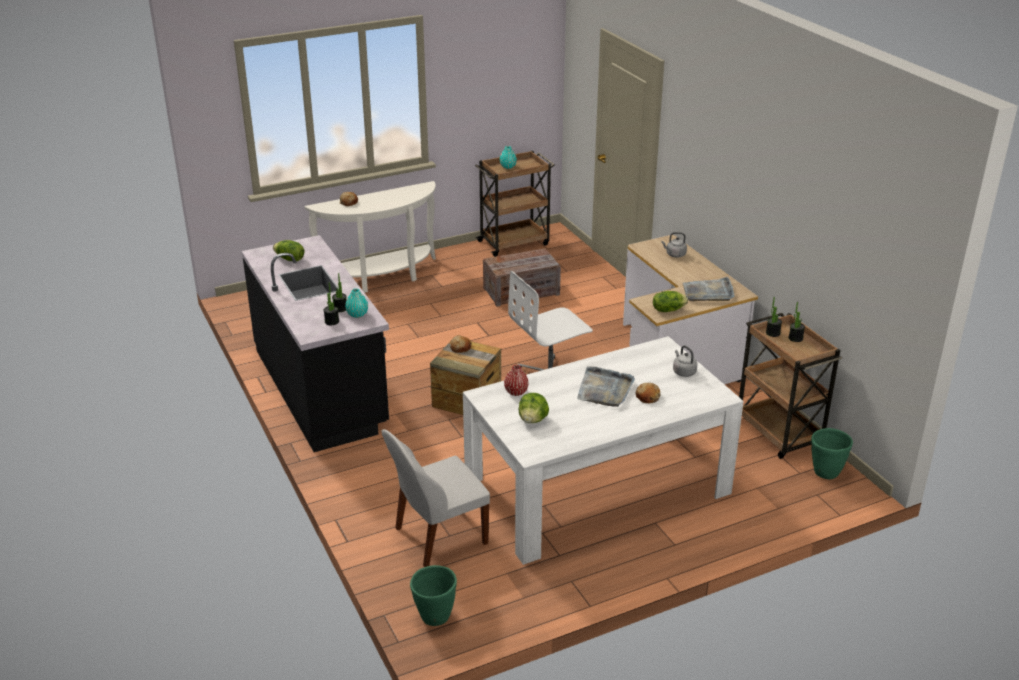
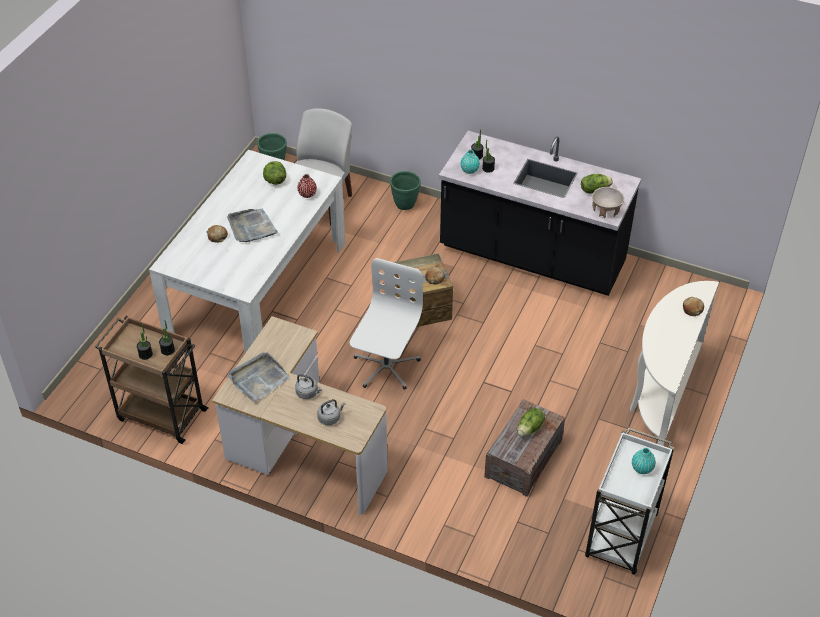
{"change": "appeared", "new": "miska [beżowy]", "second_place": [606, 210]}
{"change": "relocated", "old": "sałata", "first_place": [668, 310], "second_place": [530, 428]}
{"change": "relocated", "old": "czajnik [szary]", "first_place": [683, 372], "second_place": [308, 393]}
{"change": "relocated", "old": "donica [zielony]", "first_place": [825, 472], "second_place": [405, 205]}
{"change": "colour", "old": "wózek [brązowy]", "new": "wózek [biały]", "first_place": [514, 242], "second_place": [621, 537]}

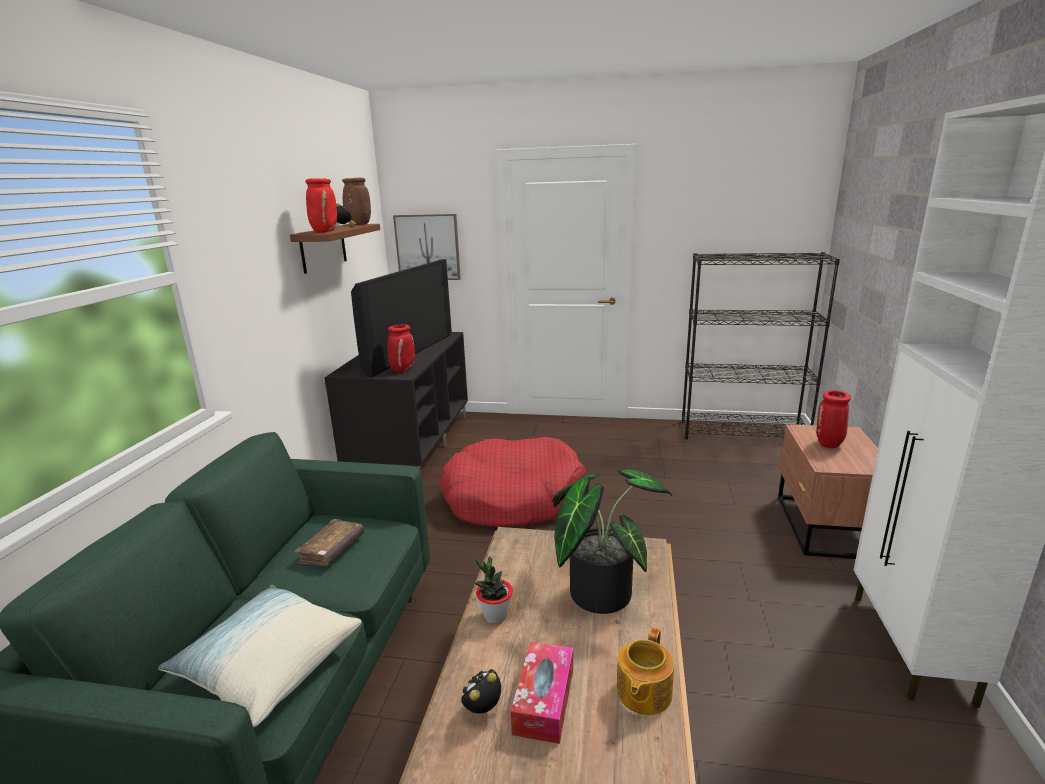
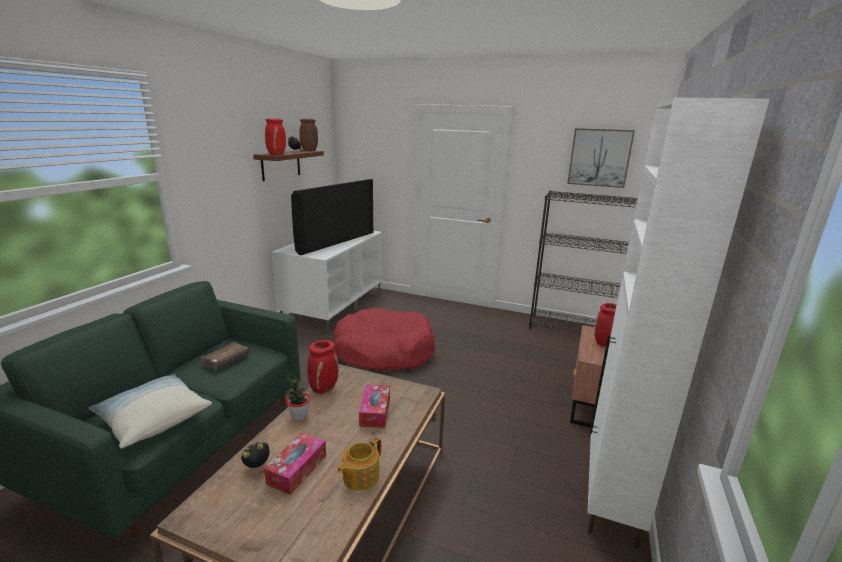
{"change": "relocated", "old": "wazon [czerwony]", "first_place": [403, 369], "second_place": [324, 388]}
{"change": "relocated", "old": "obraz", "first_place": [428, 247], "second_place": [599, 157]}
{"change": "exchanged", "old": "roślina doniczkowa", "new": "pudełko chusteczek", "first_place": [599, 588], "second_place": [375, 411]}
{"change": "colour", "old": "szafka pod telewizor [czarny]", "new": "szafka pod telewizor [biały]", "first_place": [411, 444], "second_place": [334, 305]}

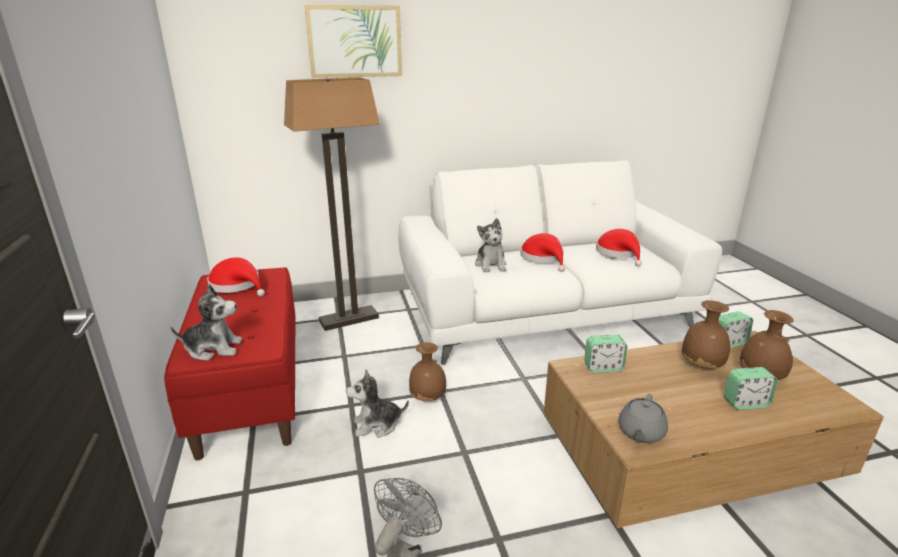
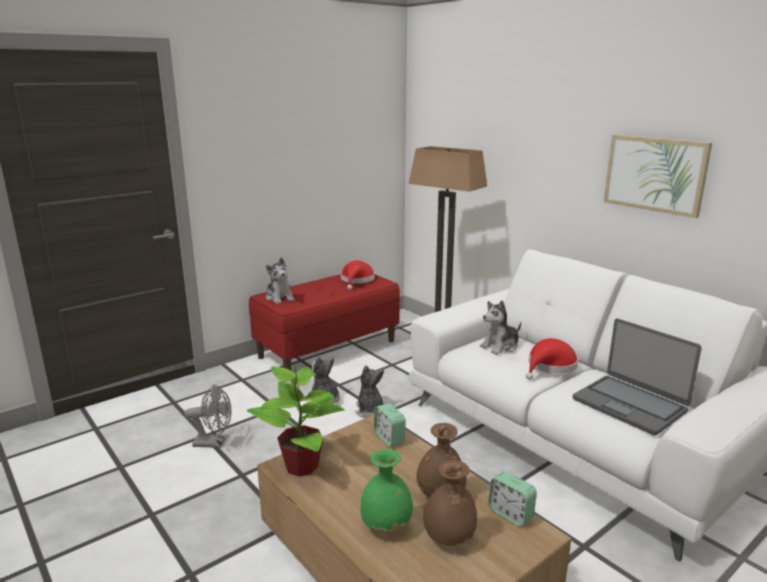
{"change": "relocated", "old": "obraz", "first_place": [355, 41], "second_place": [655, 174]}
{"change": "exchanged", "old": "wazon [brązowy]", "new": "pluszak", "first_place": [428, 398], "second_place": [370, 411]}
{"change": "exchanged", "old": "kapelusz [czerwony]", "new": "laptop", "first_place": [619, 253], "second_place": [629, 405]}
{"change": "exchanged", "old": "imbryk [szary]", "new": "roślina doniczkowa", "first_place": [640, 432], "second_place": [302, 466]}
{"change": "exchanged", "old": "budzik", "new": "wazon [zielony]", "first_place": [745, 403], "second_place": [387, 525]}

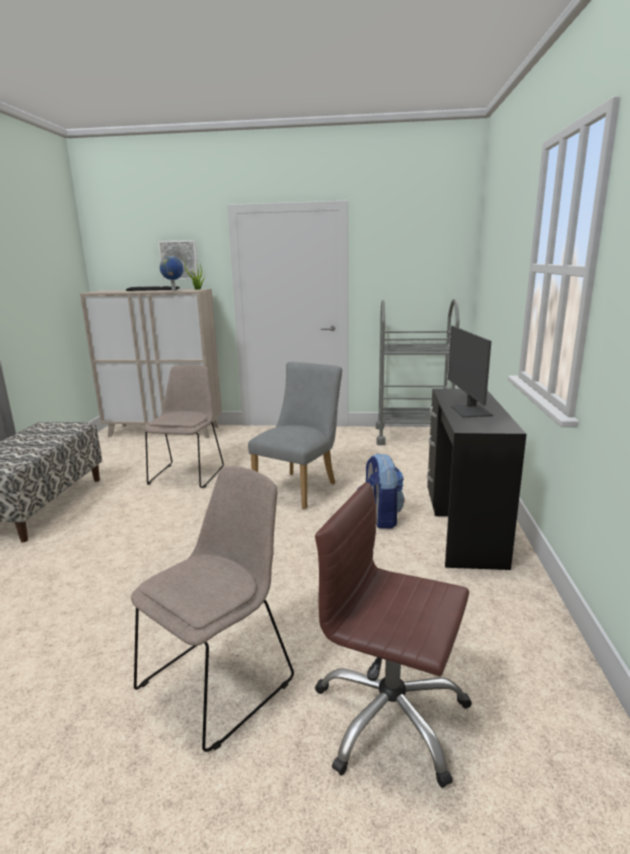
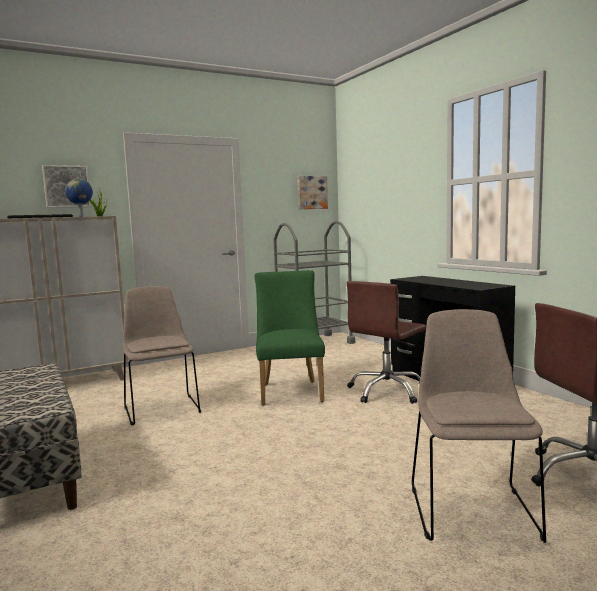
{"change": "missing", "old": "monitor", "first_place": [470, 411]}
{"change": "appeared", "new": "obraz", "second_place": [311, 192]}
{"change": "exchanged", "old": "plecak", "new": "krzesło biurowe [brązowy]", "first_place": [379, 518], "second_place": [387, 391]}
{"change": "colour", "old": "krzesło [szary]", "new": "krzesło [zielony]", "first_place": [300, 487], "second_place": [290, 390]}

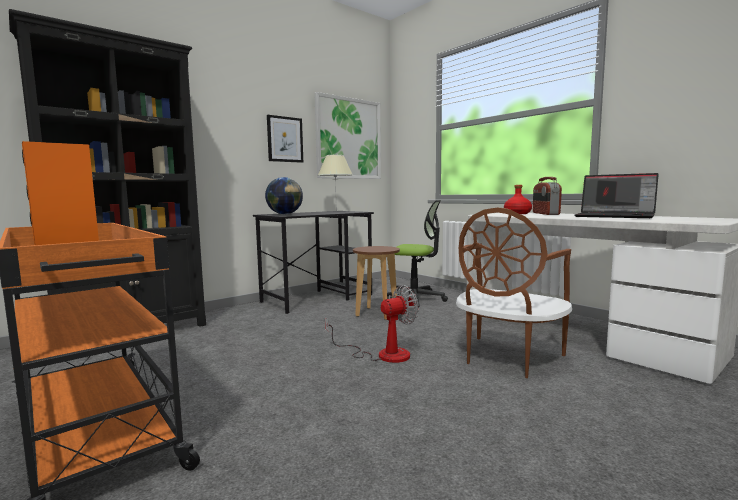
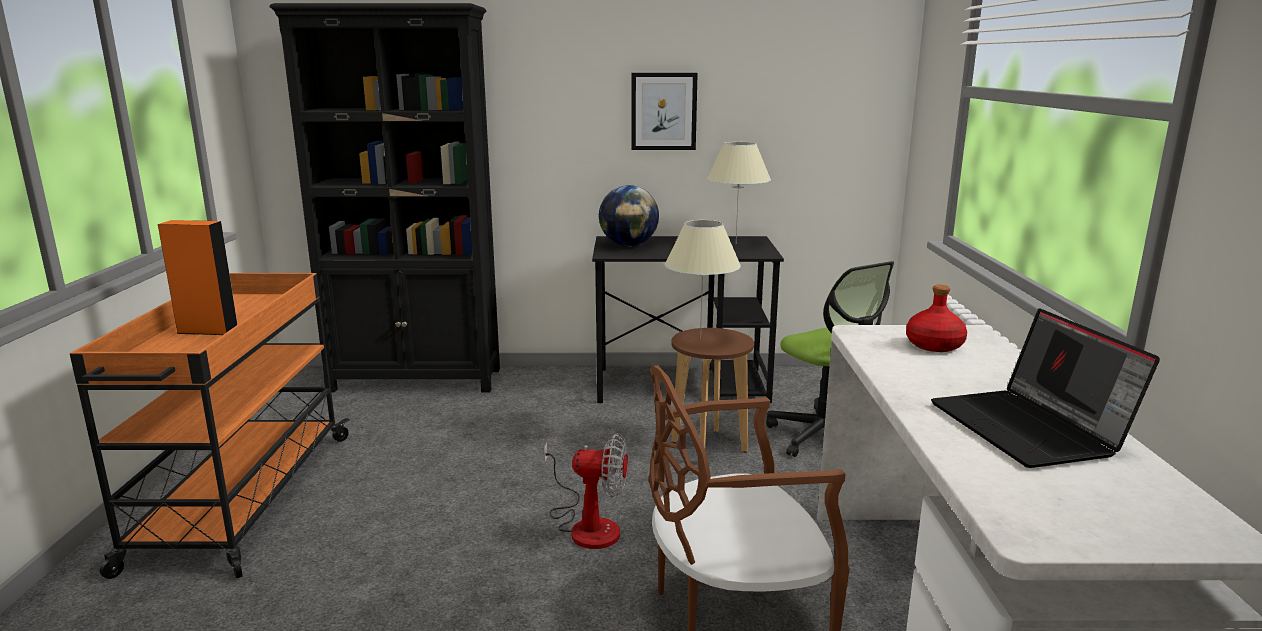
{"change": "missing", "old": "obraz", "first_place": [348, 139]}
{"change": "missing", "old": "radio", "first_place": [545, 214]}
{"change": "appeared", "new": "lampa stołowa [beżowy]", "second_place": [700, 338]}

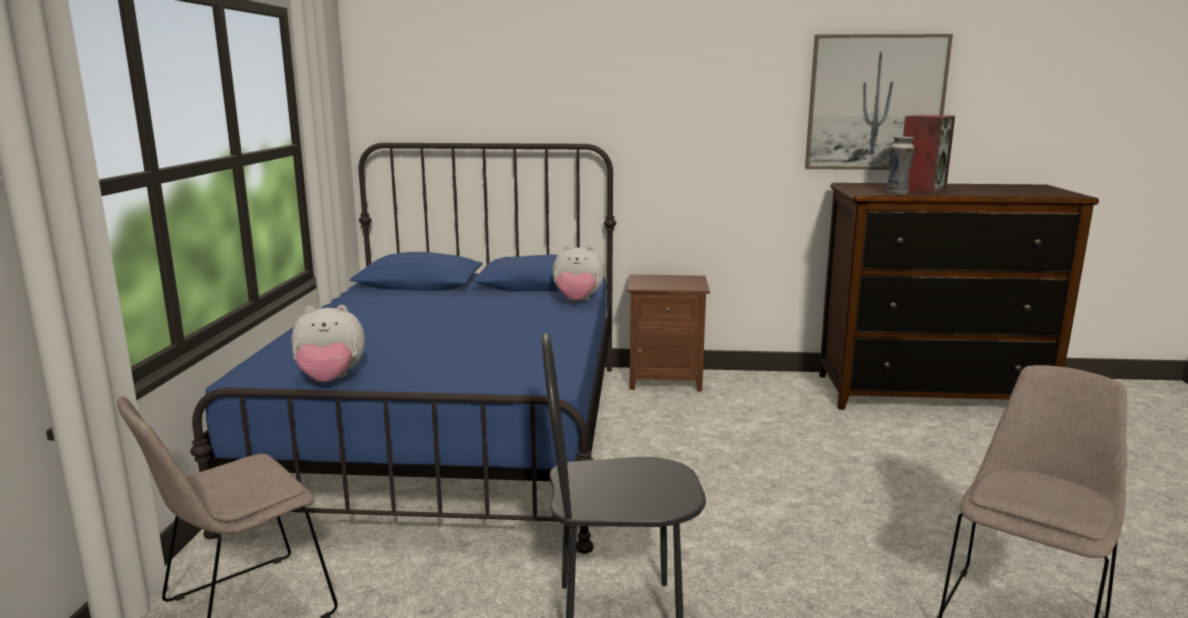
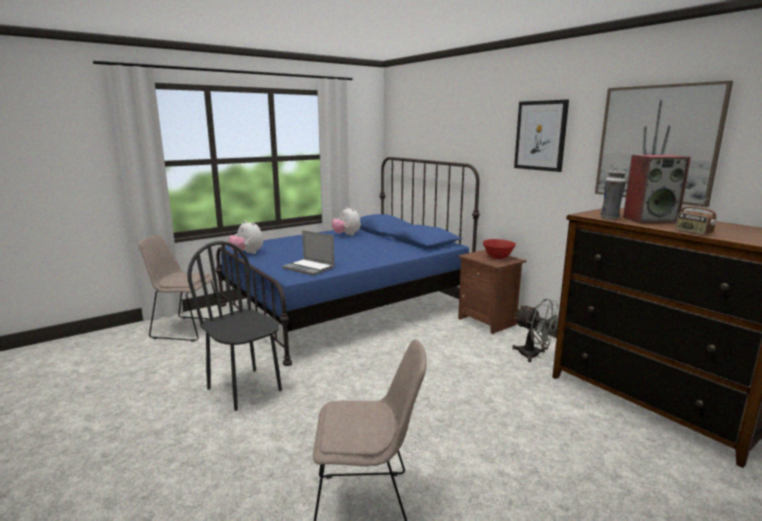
{"change": "appeared", "new": "laptop", "second_place": [309, 268]}
{"change": "appeared", "new": "miska [czerwony]", "second_place": [498, 257]}
{"change": "appeared", "new": "wentylator [szary]", "second_place": [534, 355]}
{"change": "appeared", "new": "obraz", "second_place": [540, 135]}
{"change": "appeared", "new": "radio", "second_place": [693, 232]}
{"change": "relocated", "old": "pluszak", "first_place": [577, 301], "second_place": [346, 235]}

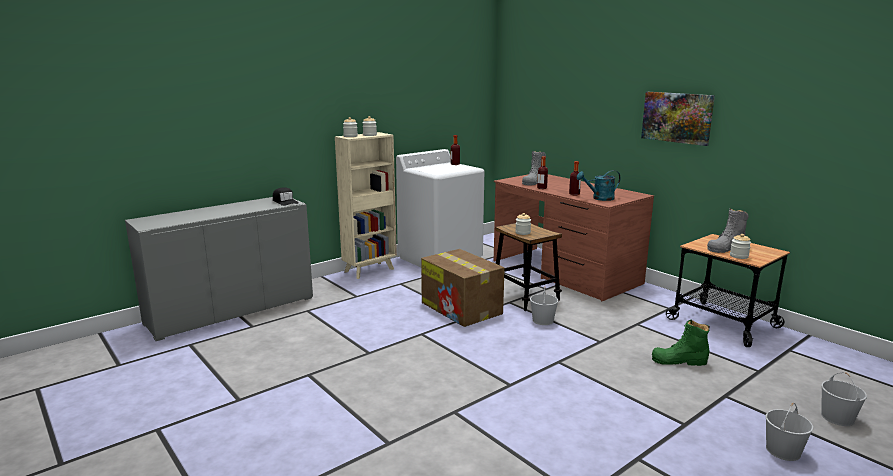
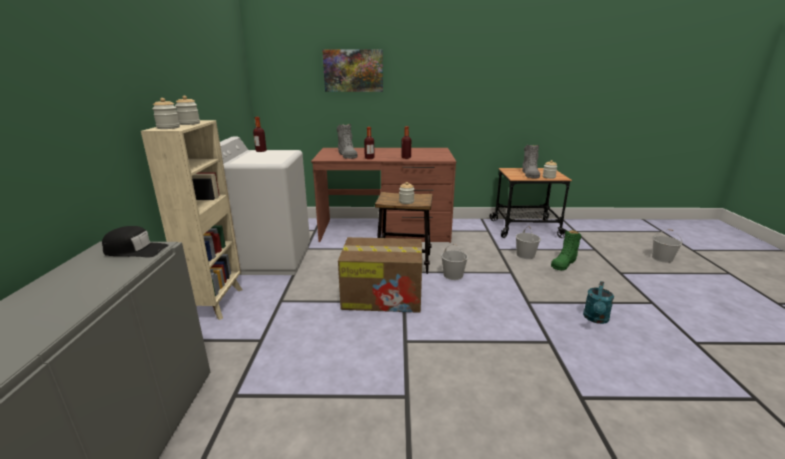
{"change": "relocated", "old": "konewka [turkusowy]", "first_place": [599, 198], "second_place": [595, 319]}
{"change": "relocated", "old": "obraz", "first_place": [677, 117], "second_place": [353, 71]}
{"change": "relocated", "old": "wiadro [biały]", "first_place": [783, 451], "second_place": [525, 255]}

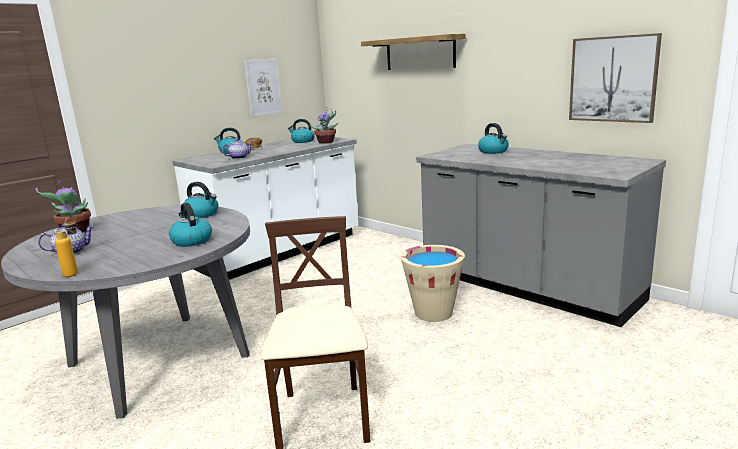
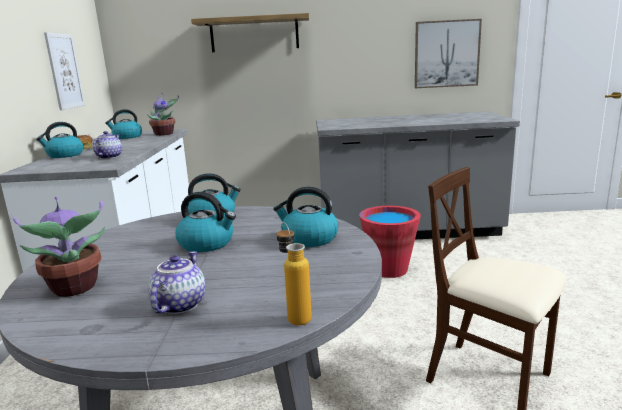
{"change": "relocated", "old": "czajnik", "first_place": [493, 151], "second_place": [207, 243]}
{"change": "colour", "old": "wiadro [beżowy]", "new": "wiadro [czerwony]", "first_place": [433, 313], "second_place": [389, 270]}

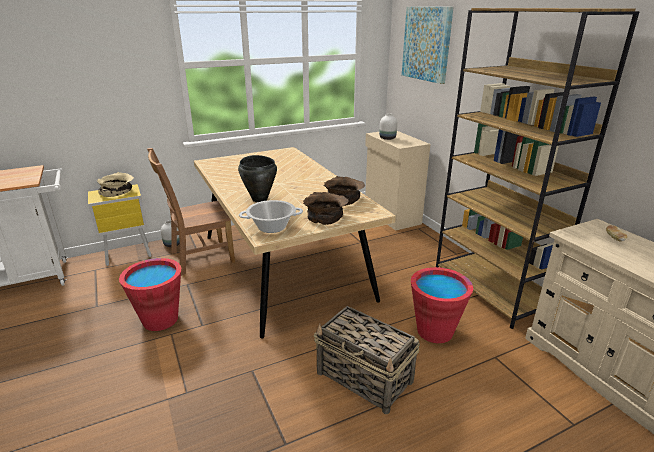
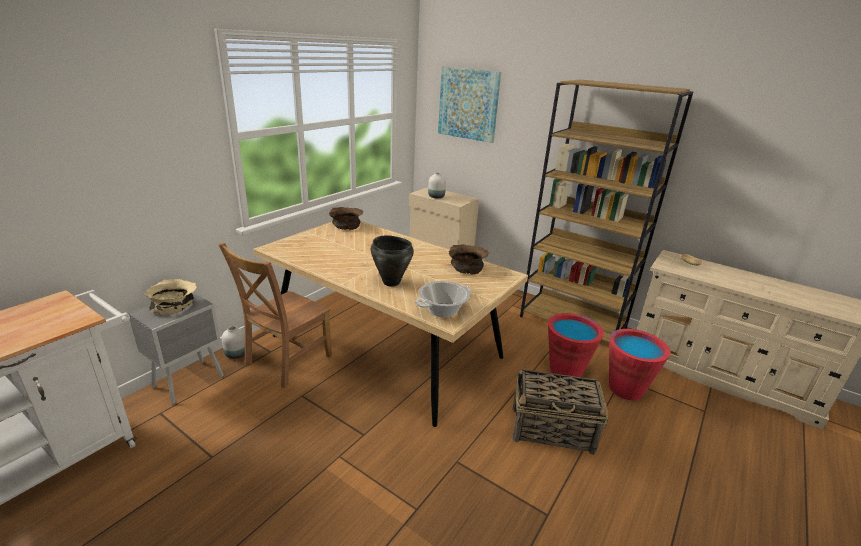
{"change": "relocated", "old": "wiadro [czerwony]", "first_place": [160, 320], "second_place": [625, 389]}
{"change": "relocated", "old": "miska [brązowy]", "first_place": [325, 216], "second_place": [347, 225]}
{"change": "colour", "old": "szafka nocna [żółty]", "new": "szafka nocna [szary]", "first_place": [129, 255], "second_place": [190, 381]}

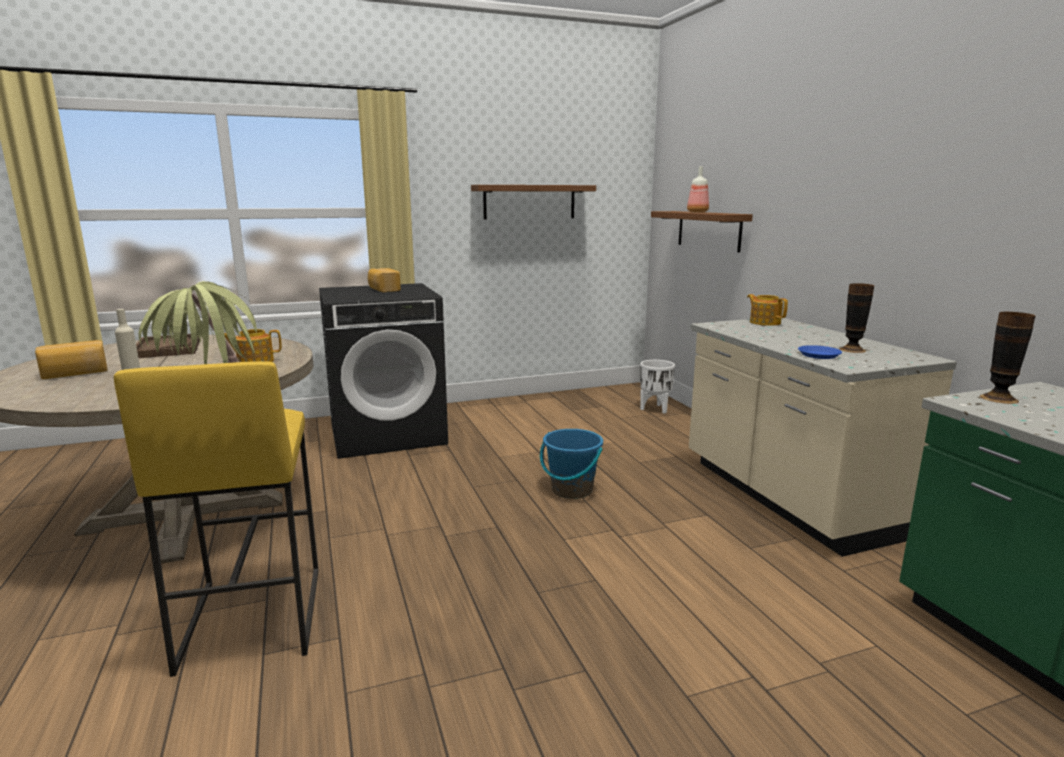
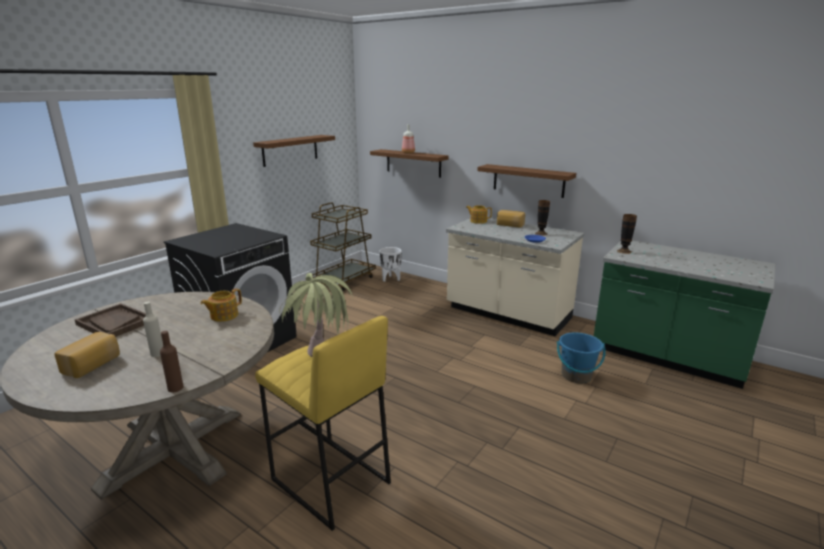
{"change": "appeared", "new": "butelka [brązowy]", "second_place": [175, 388]}
{"change": "appeared", "new": "wózek [brązowy]", "second_place": [343, 280]}
{"change": "appeared", "new": "półka [brązowy]", "second_place": [528, 180]}
{"change": "relocated", "old": "chleb", "first_place": [383, 290], "second_place": [510, 225]}
{"change": "relocated", "old": "wiadro [niebieski]", "first_place": [571, 490], "second_place": [576, 376]}

